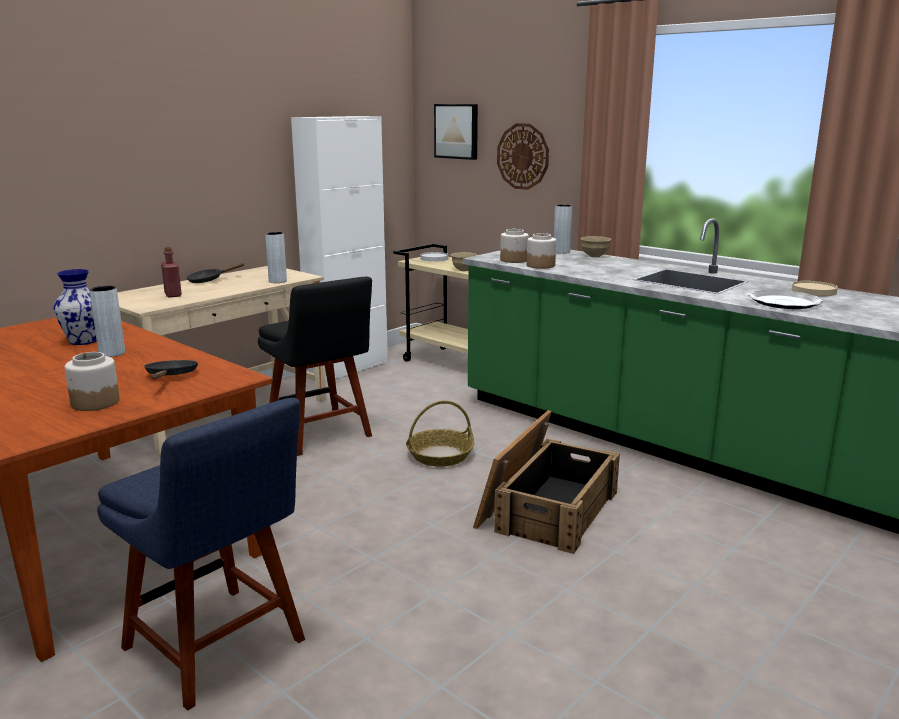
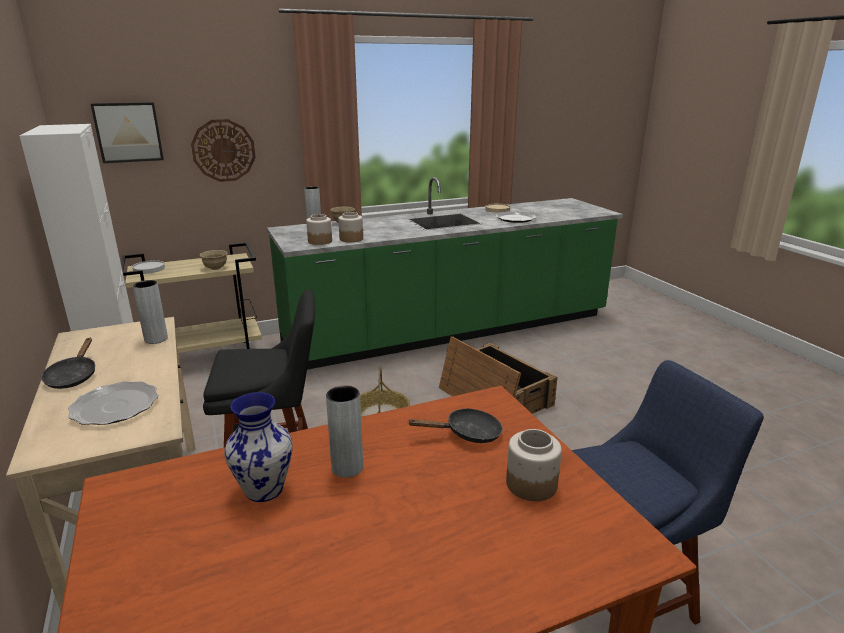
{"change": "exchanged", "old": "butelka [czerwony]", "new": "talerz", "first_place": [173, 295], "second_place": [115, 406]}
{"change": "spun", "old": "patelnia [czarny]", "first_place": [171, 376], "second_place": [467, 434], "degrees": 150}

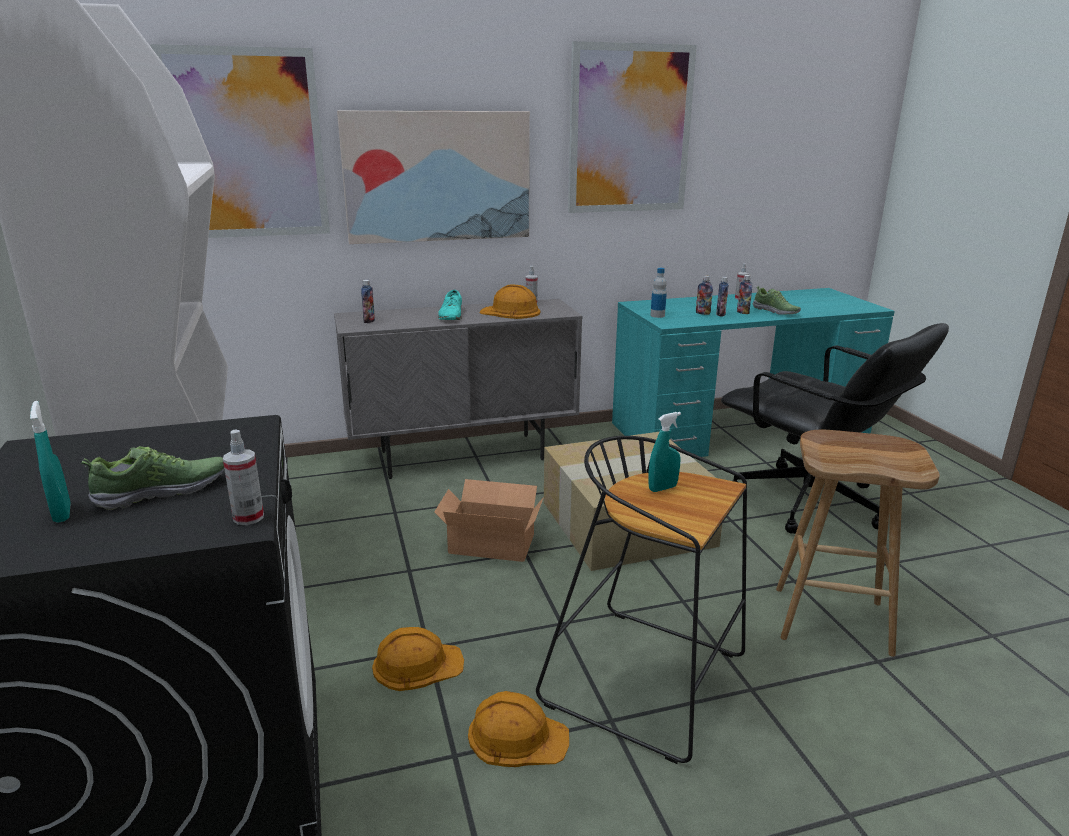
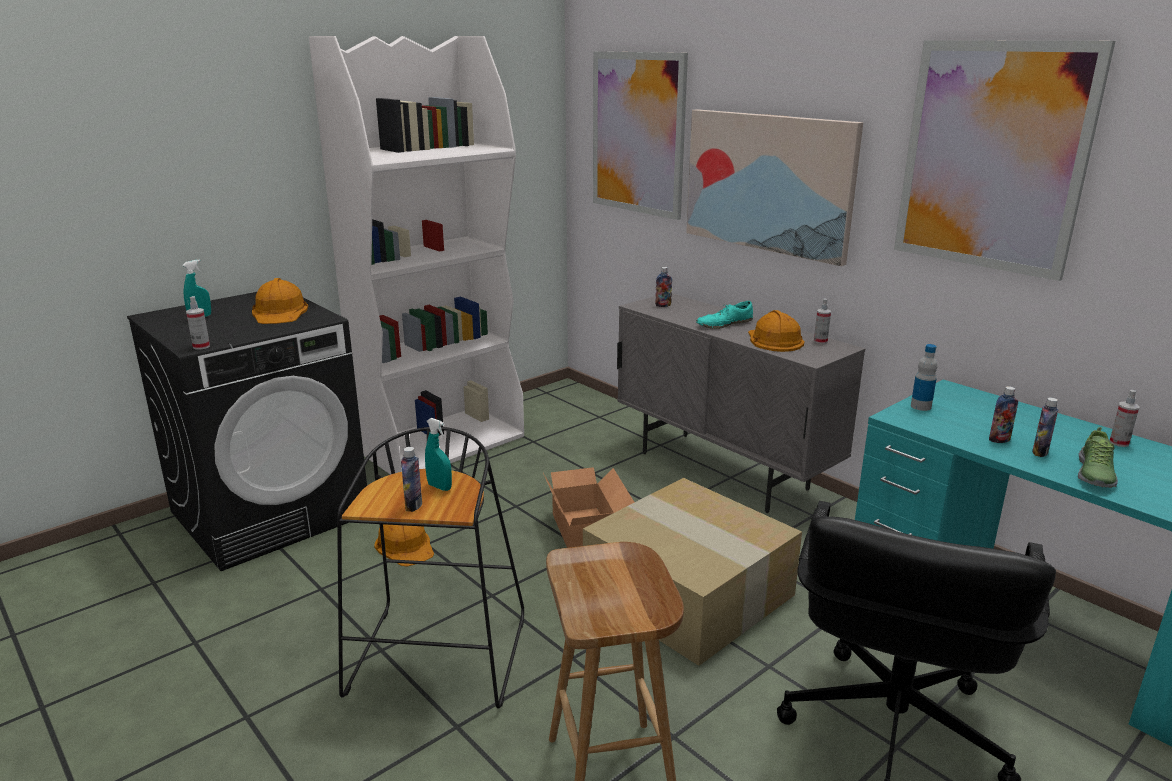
{"change": "missing", "old": "but", "first_place": [162, 492]}
{"change": "relocated", "old": "kask [pomarańczowy]", "first_place": [517, 736], "second_place": [280, 312]}
{"change": "relocated", "old": "butelka", "first_place": [702, 313], "second_place": [413, 506]}

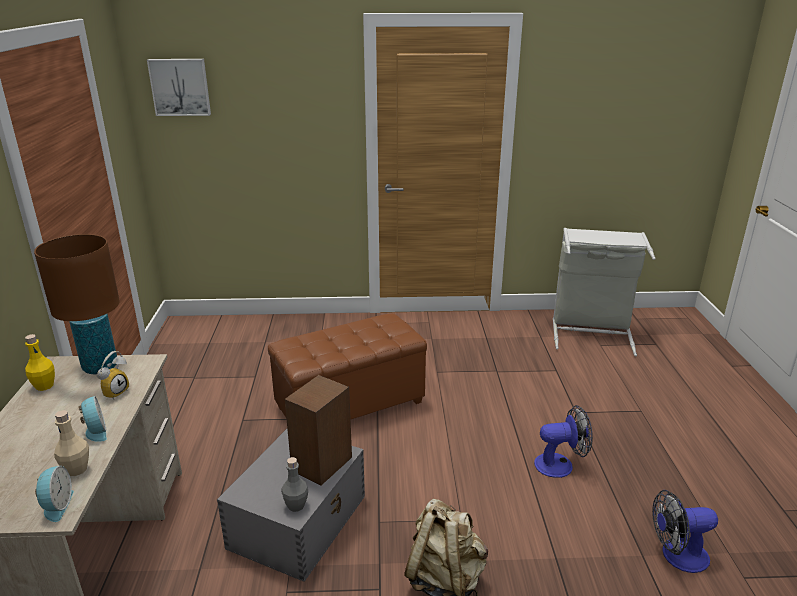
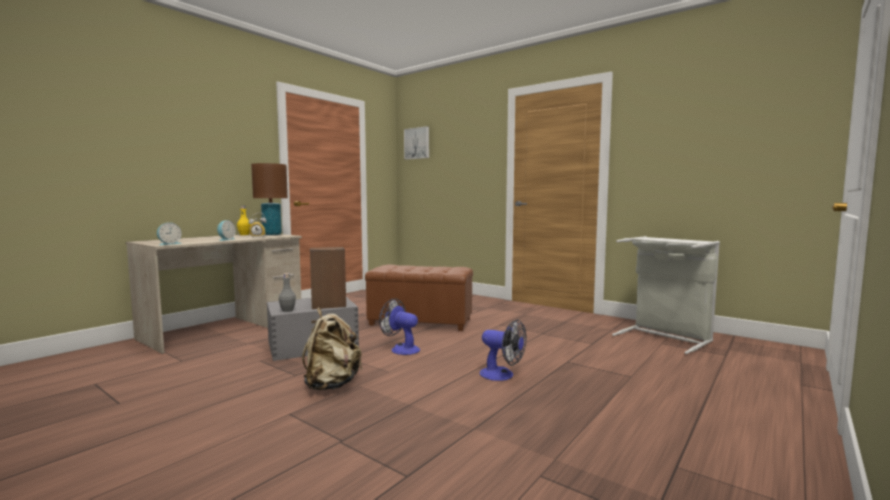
{"change": "missing", "old": "butelka [beżowy]", "first_place": [77, 469]}
{"change": "relocated", "old": "wentylator", "first_place": [677, 556], "second_place": [401, 349]}

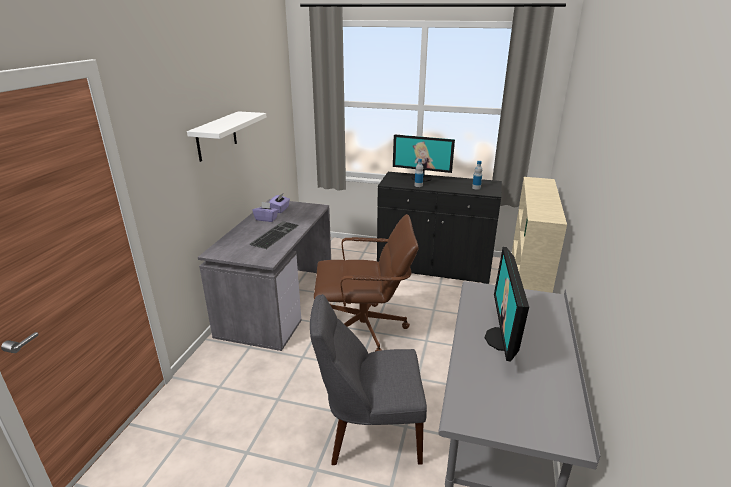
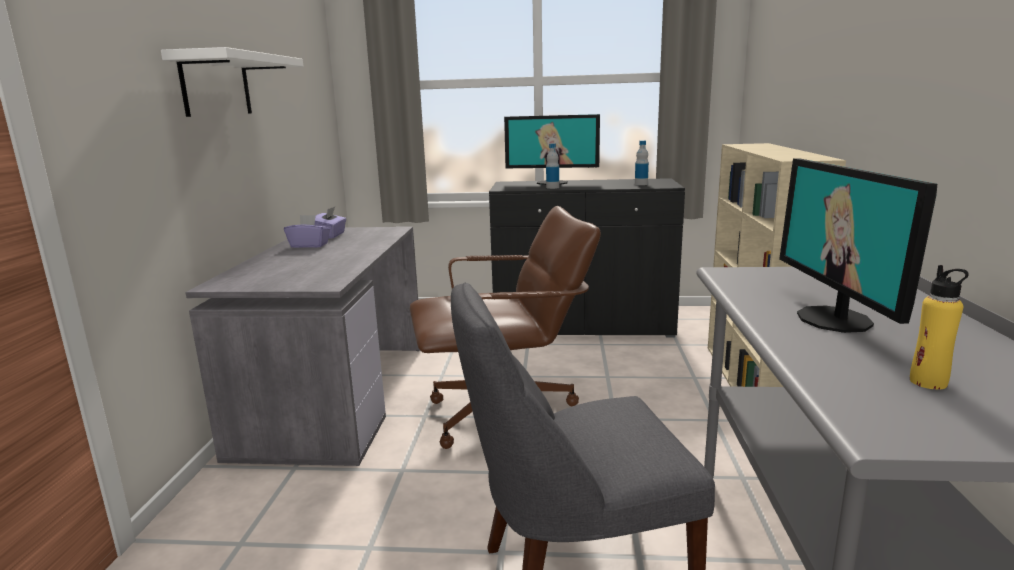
{"change": "missing", "old": "klawiatura", "first_place": [274, 234]}
{"change": "appeared", "new": "butelka [żółty]", "second_place": [928, 382]}

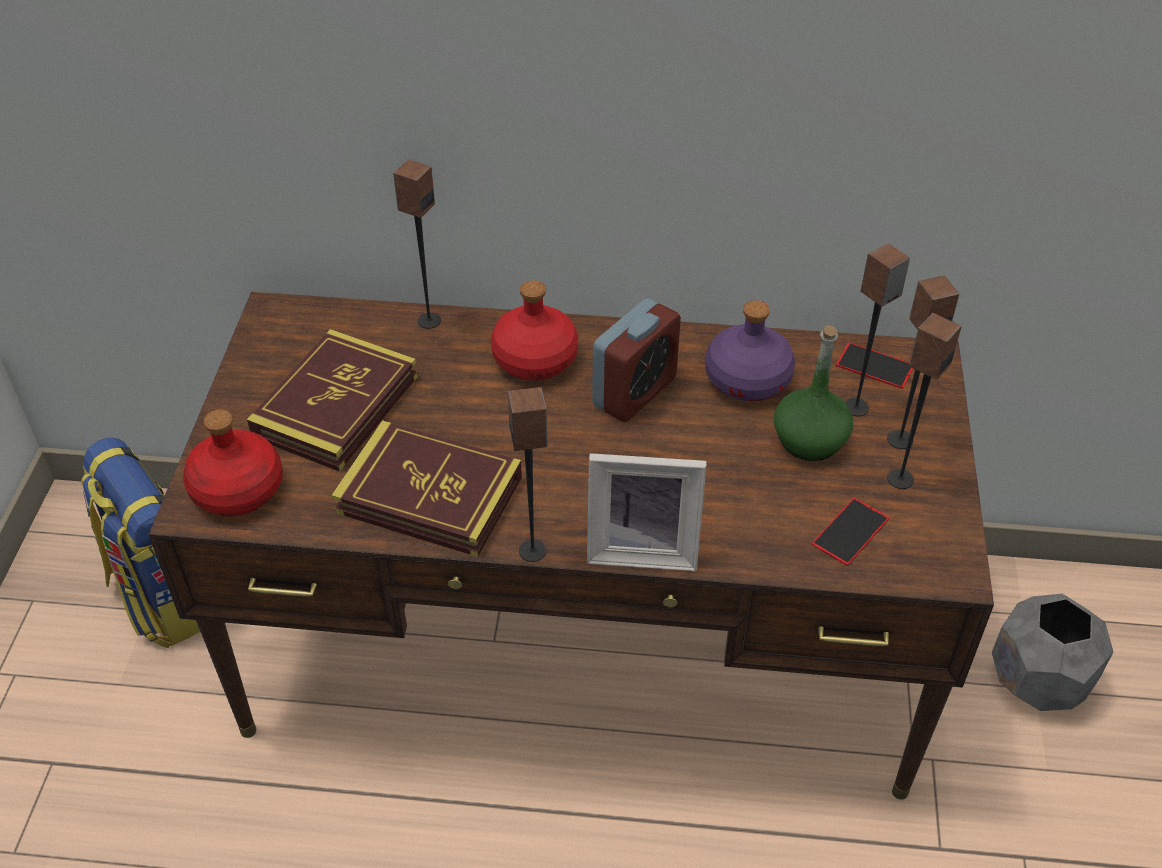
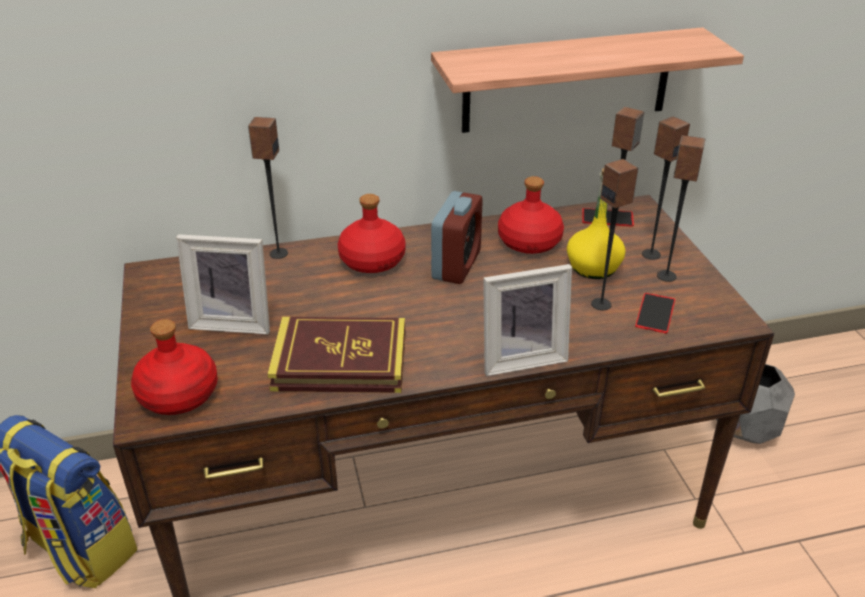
{"change": "appeared", "new": "półka", "second_place": [567, 80]}
{"change": "relocated", "old": "głośnik", "first_place": [533, 551], "second_place": [601, 304]}
{"change": "exchanged", "old": "książka", "new": "ramka na zdjęcie", "first_place": [336, 406], "second_place": [233, 321]}
{"change": "colour", "old": "butelka [fioletowy]", "new": "butelka [czerwony]", "first_place": [748, 379], "second_place": [530, 242]}
{"change": "colour", "old": "butelka [zielony]", "new": "butelka [żółty]", "first_place": [810, 440], "second_place": [593, 267]}

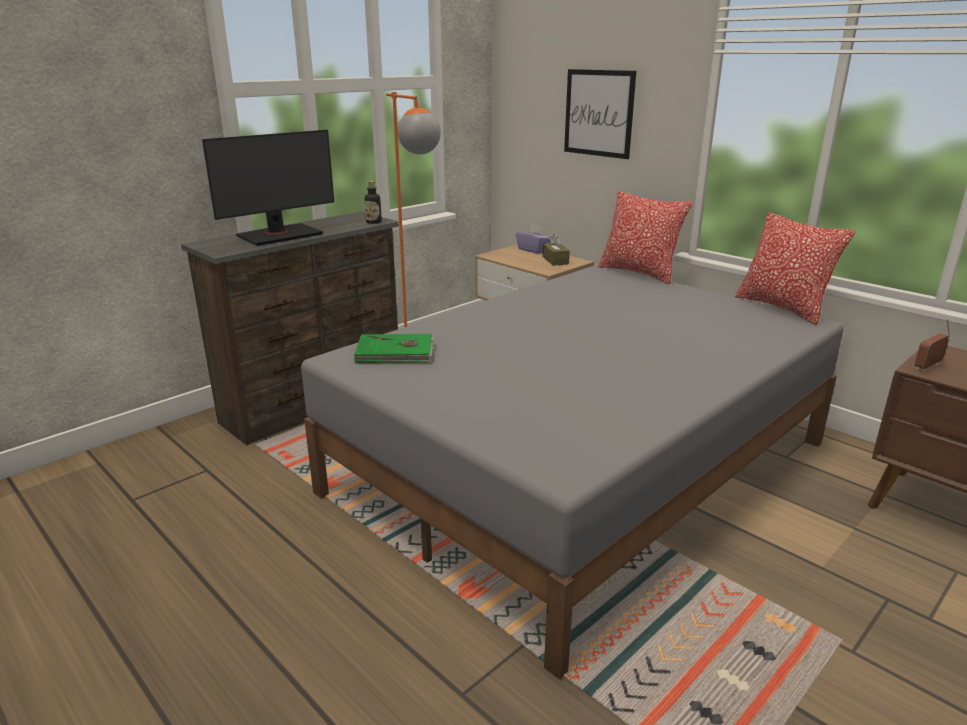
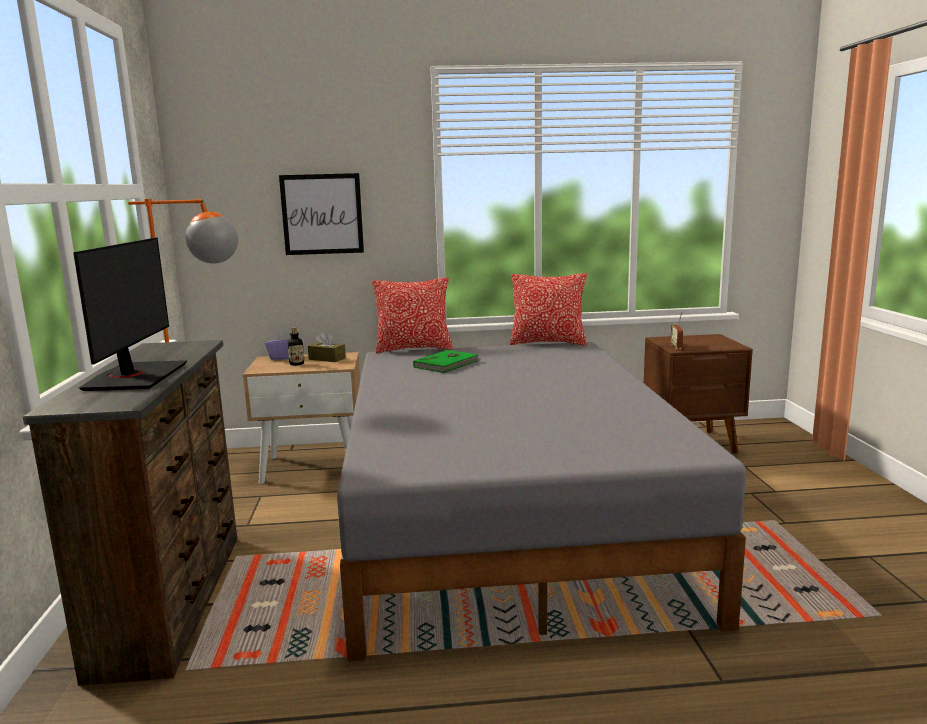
{"change": "relocated", "old": "książka [zielony]", "first_place": [395, 353], "second_place": [447, 364]}
{"change": "relocated", "old": "butelka", "first_place": [374, 222], "second_place": [297, 364]}

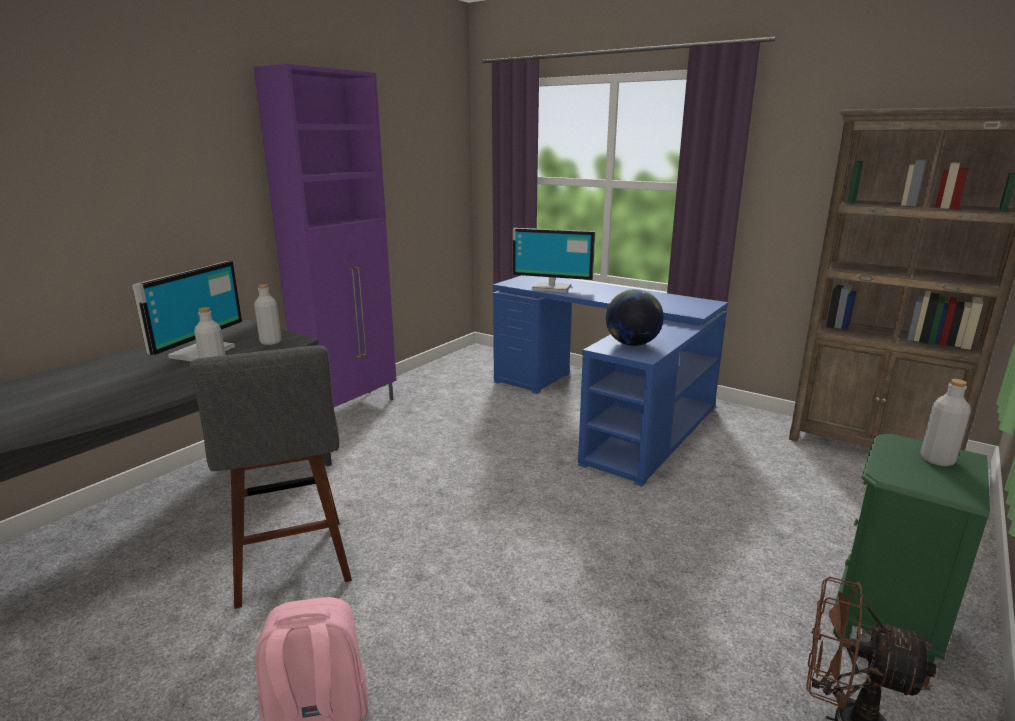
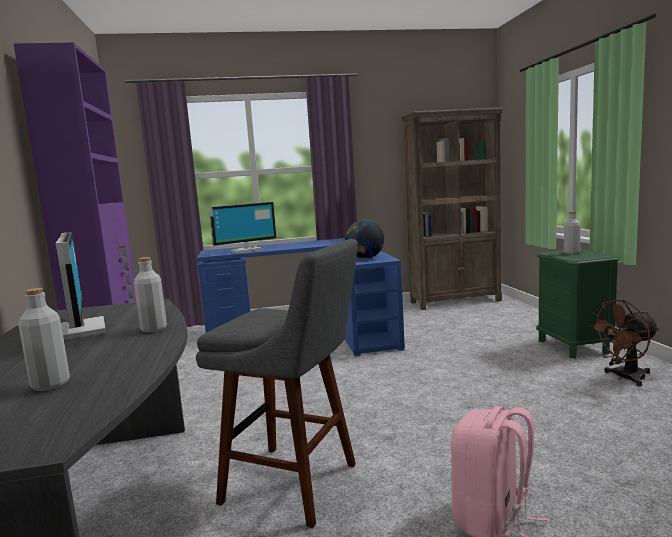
{"change": "relocated", "old": "butelka [szary]", "first_place": [270, 342], "second_place": [50, 385]}

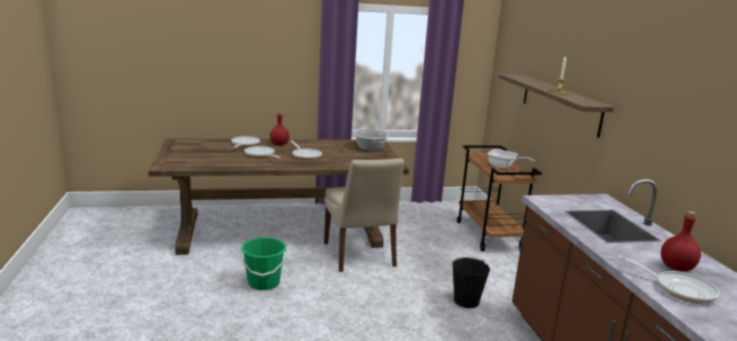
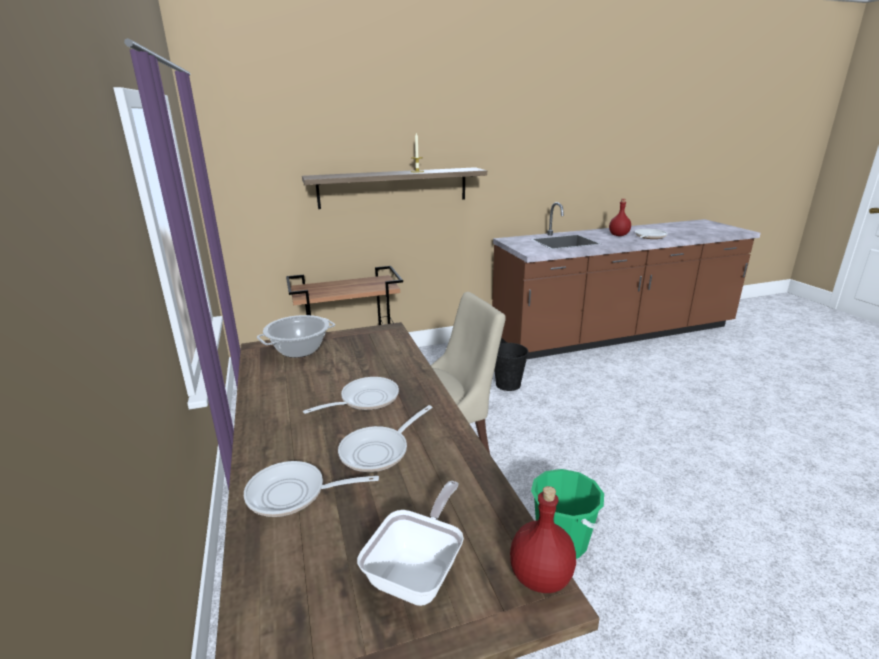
{"change": "relocated", "old": "butelka [czerwony]", "first_place": [279, 144], "second_place": [541, 578]}
{"change": "relocated", "old": "patelnia", "first_place": [504, 167], "second_place": [419, 571]}

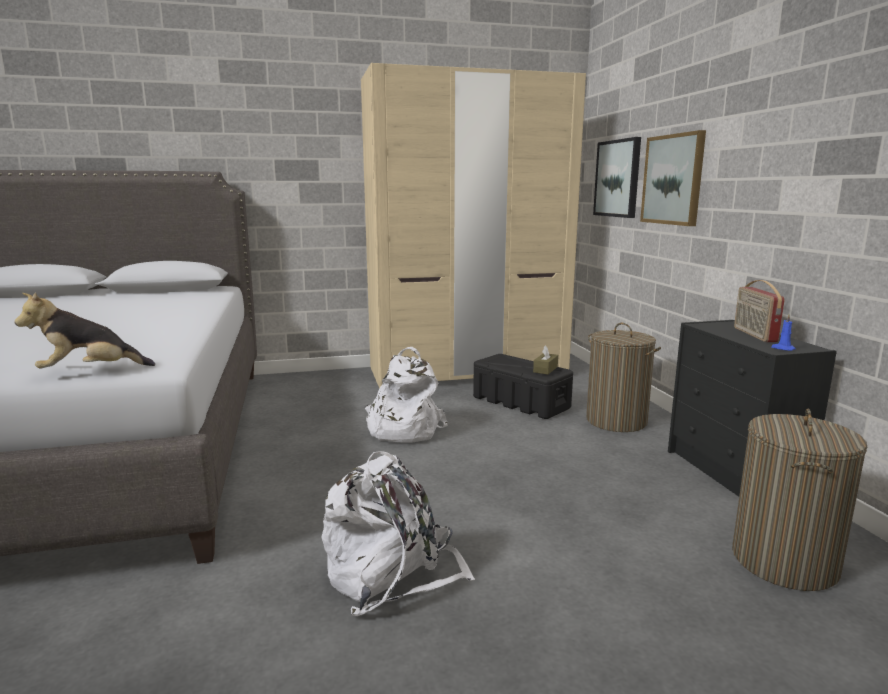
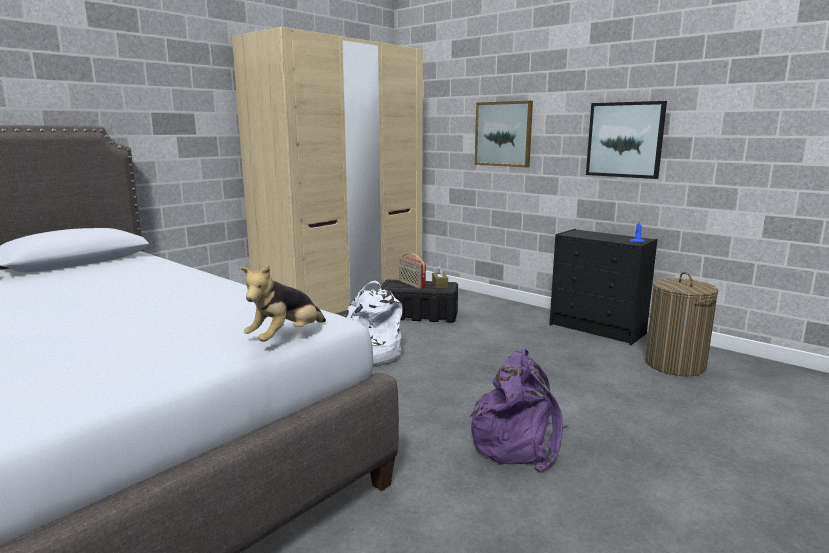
{"change": "missing", "old": "kosz na pranie", "first_place": [616, 421]}
{"change": "relocated", "old": "obraz", "first_place": [618, 178], "second_place": [625, 140]}
{"change": "relocated", "old": "radio", "first_place": [753, 335], "second_place": [411, 284]}
{"change": "colour", "old": "plecak [biały]", "new": "plecak [fioletowy]", "first_place": [392, 574], "second_place": [518, 442]}

